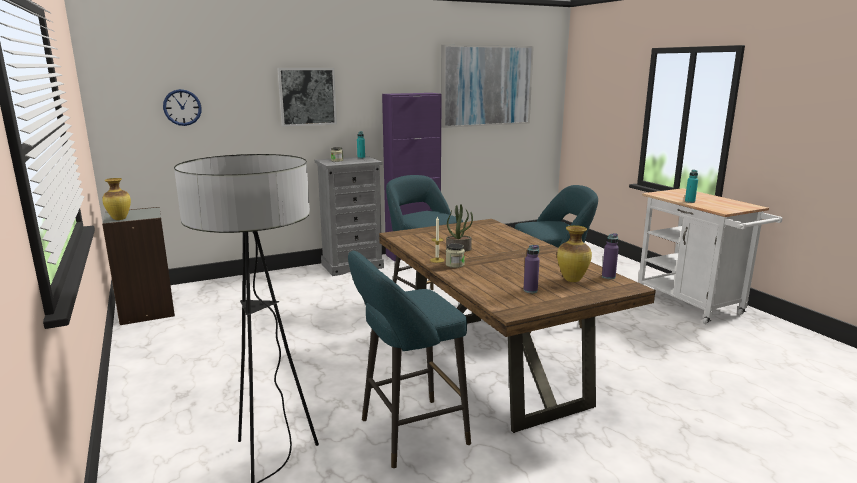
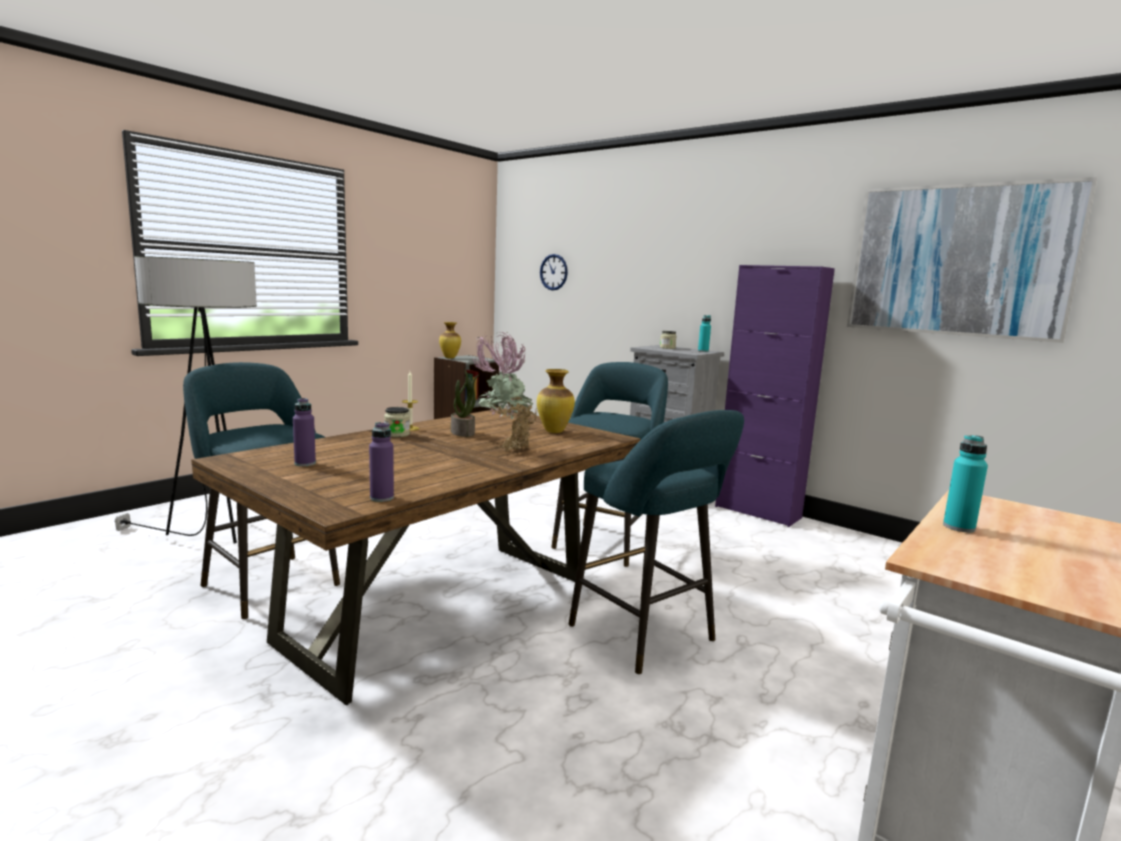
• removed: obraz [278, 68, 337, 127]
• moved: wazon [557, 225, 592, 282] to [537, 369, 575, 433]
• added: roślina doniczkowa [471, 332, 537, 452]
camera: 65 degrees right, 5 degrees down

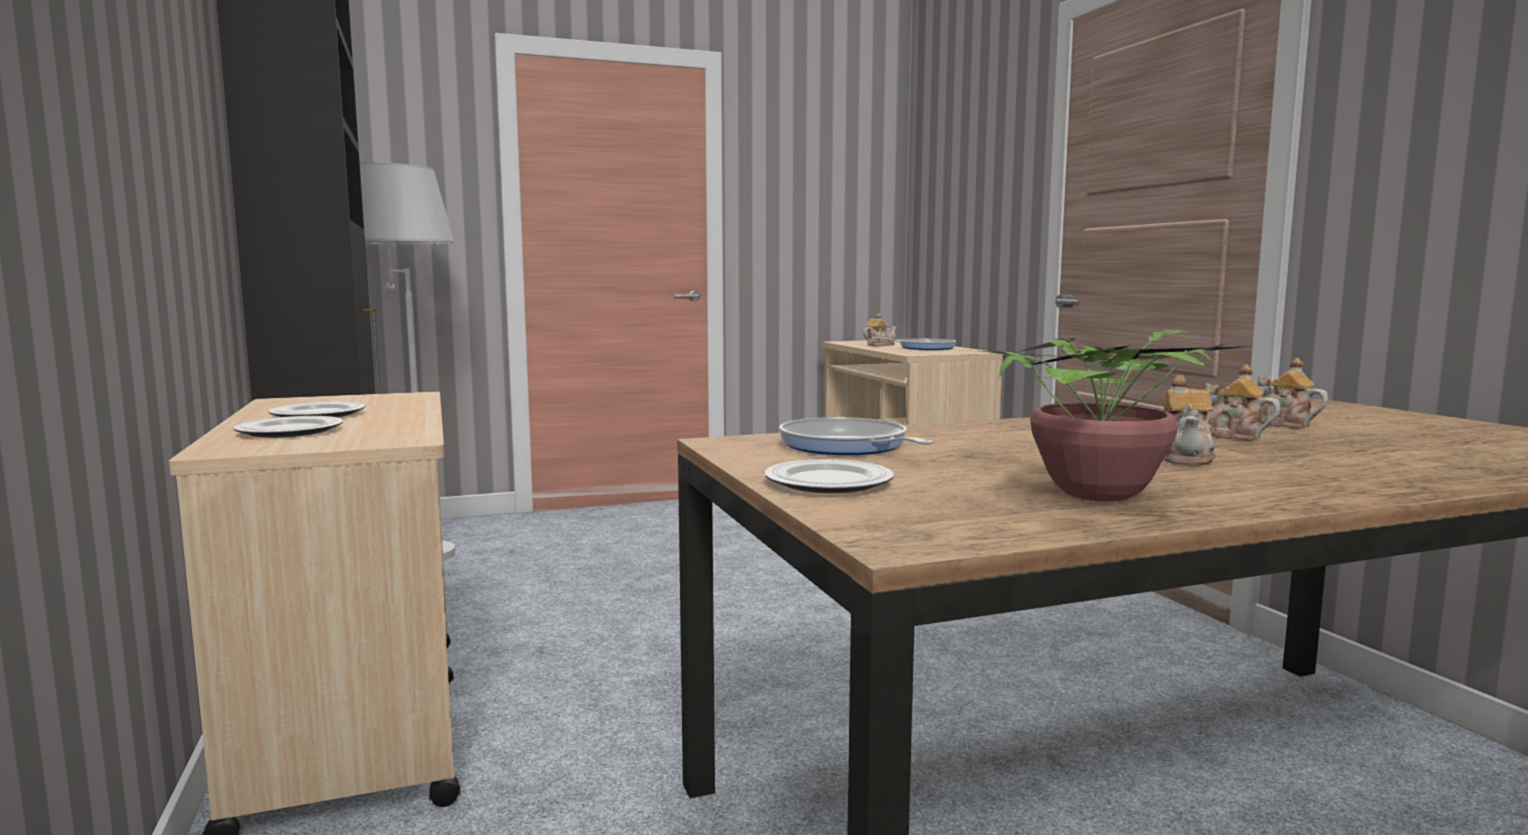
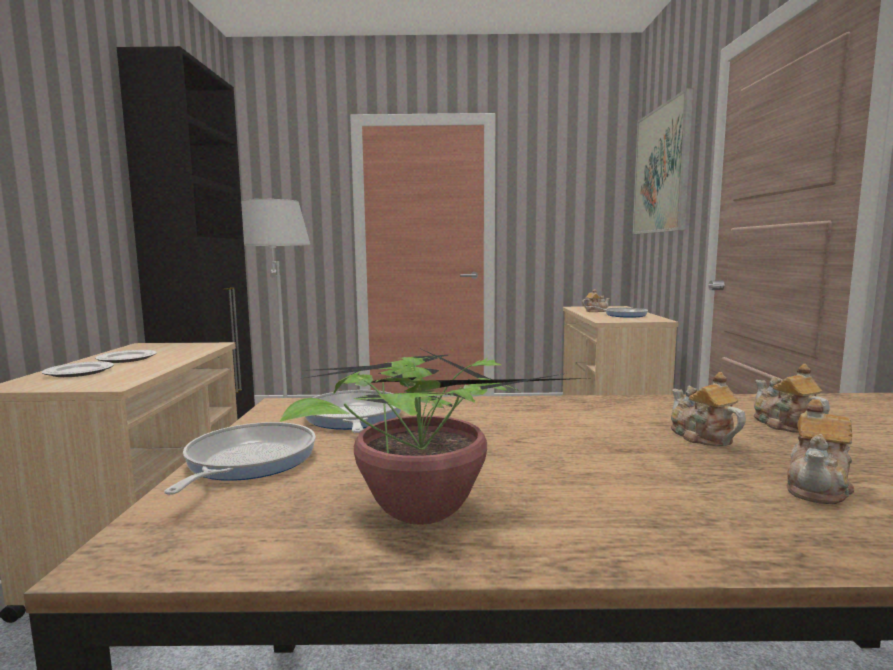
• moved: imbryk [1162, 375, 1216, 465] to [786, 399, 854, 504]
• replaced: talerz [764, 459, 894, 493] to patelnia [164, 422, 316, 495]
• added: obraz [633, 88, 694, 234]
camera: 20 degrees right, 0 degrees up

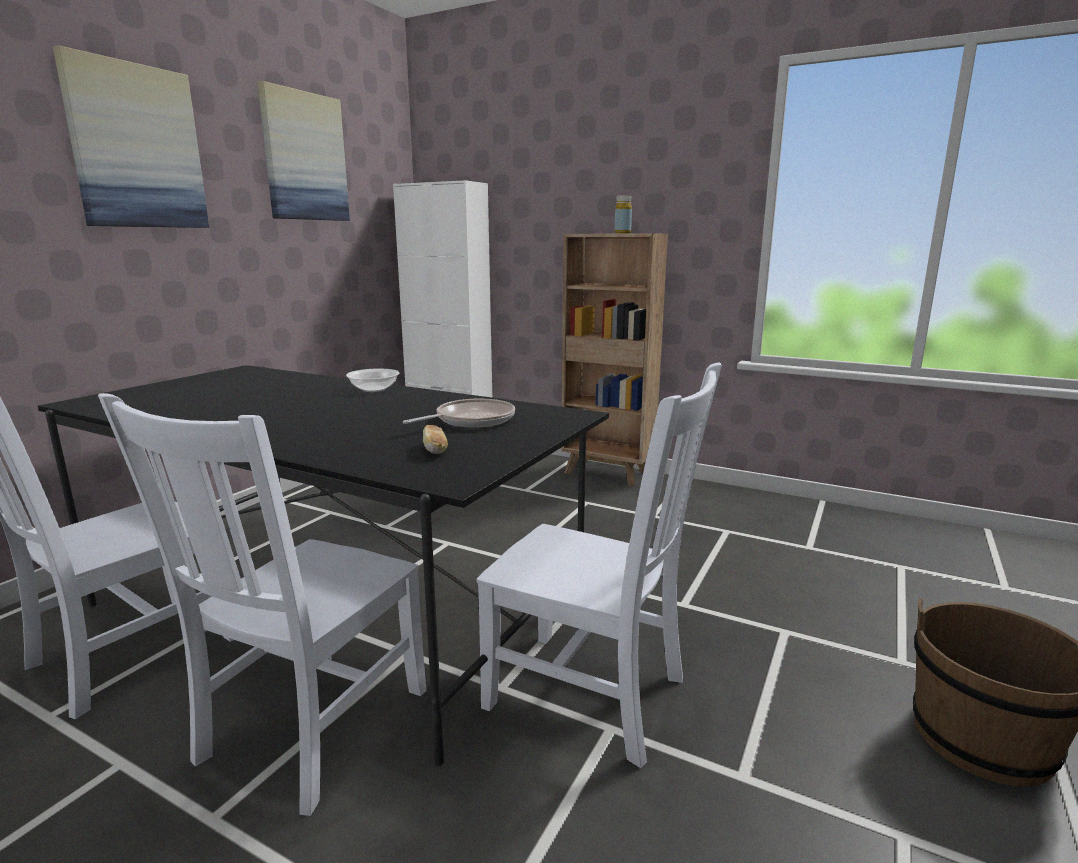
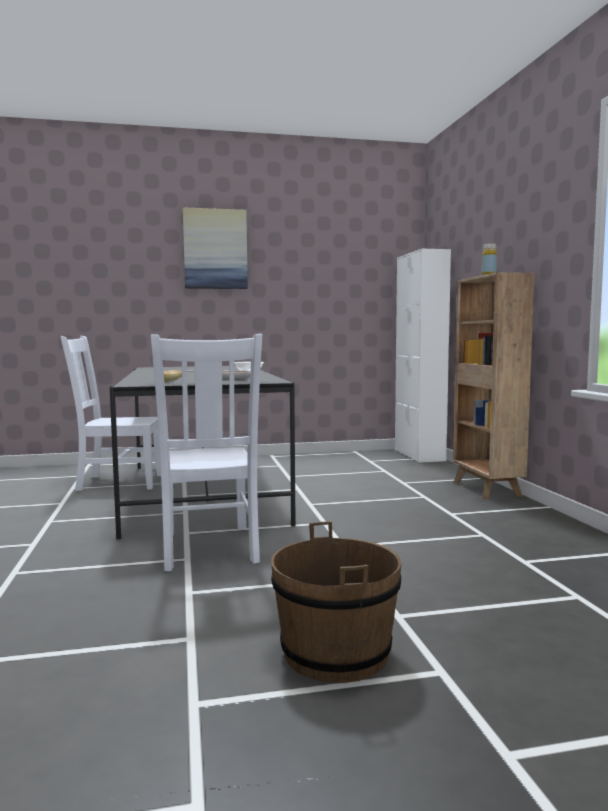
• removed: obraz [257, 81, 350, 221]
• removed: krzesło/biały [98, 393, 426, 816]
camera: 50 degrees right, 10 degrees down

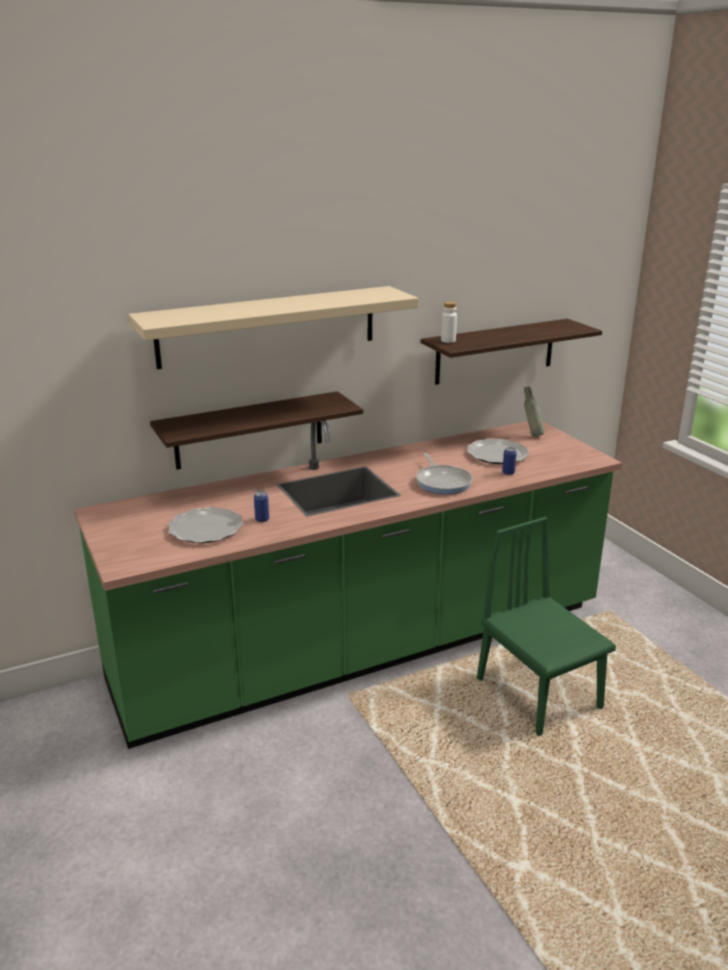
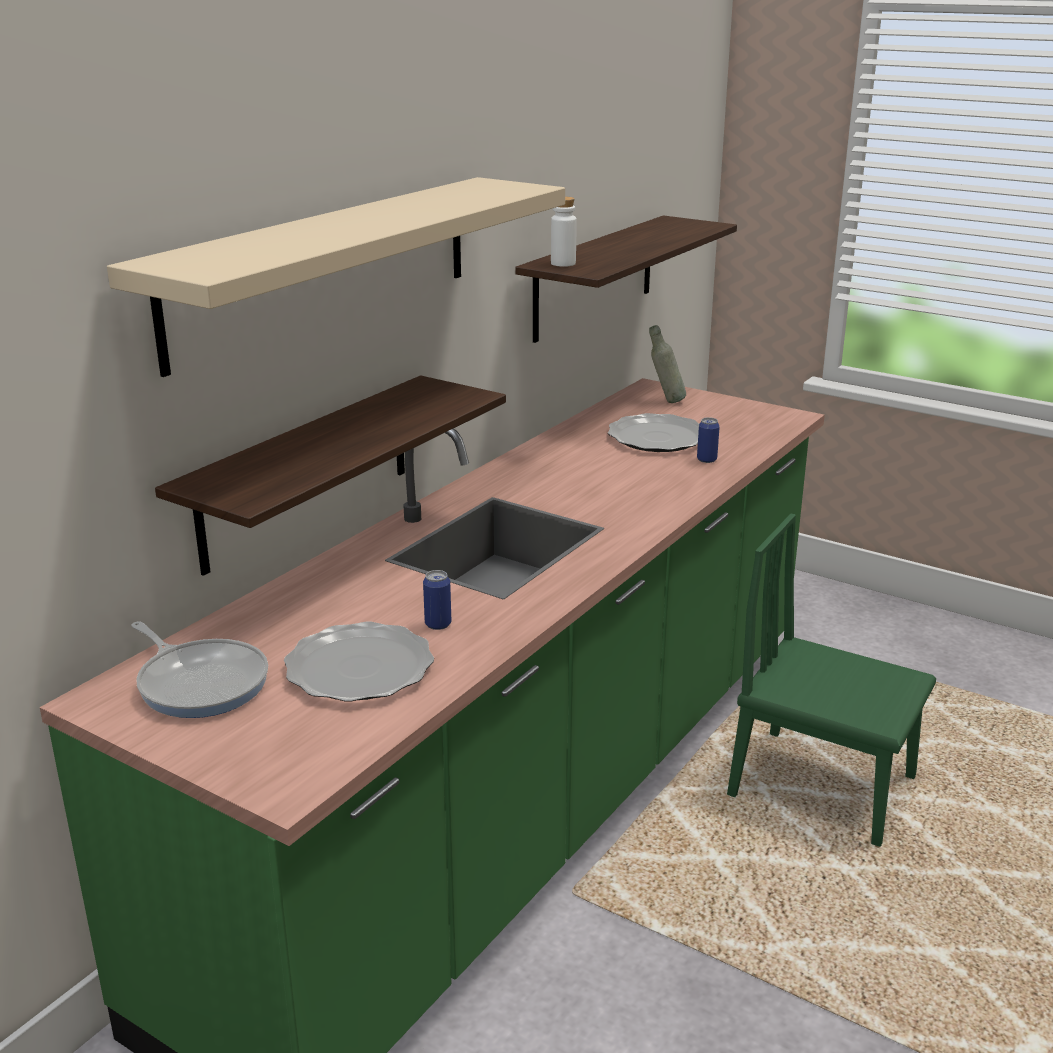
• moved: patelnia [416, 453, 473, 494] to [131, 621, 268, 718]
camera: 30 degrees left, 0 degrees up

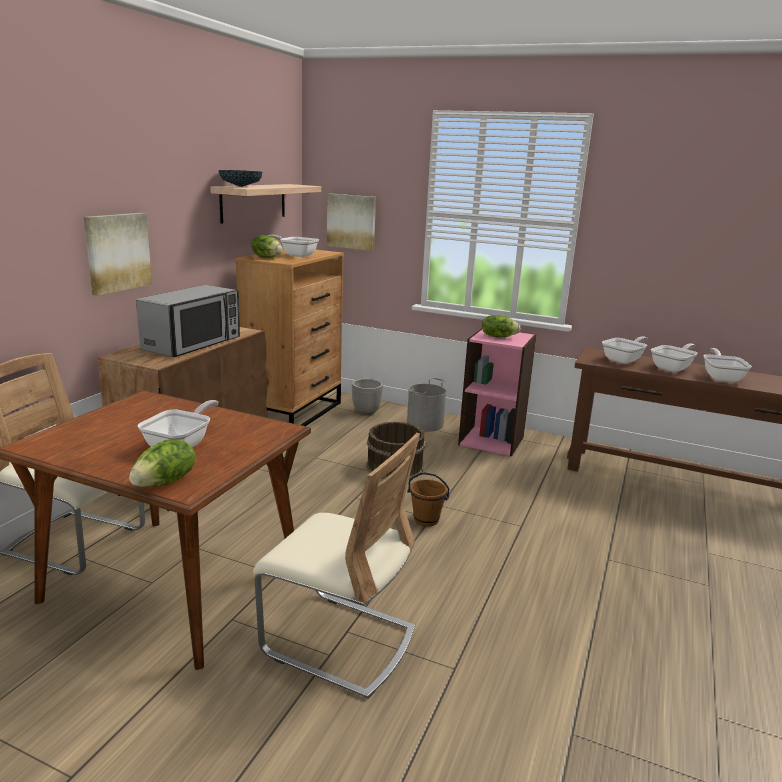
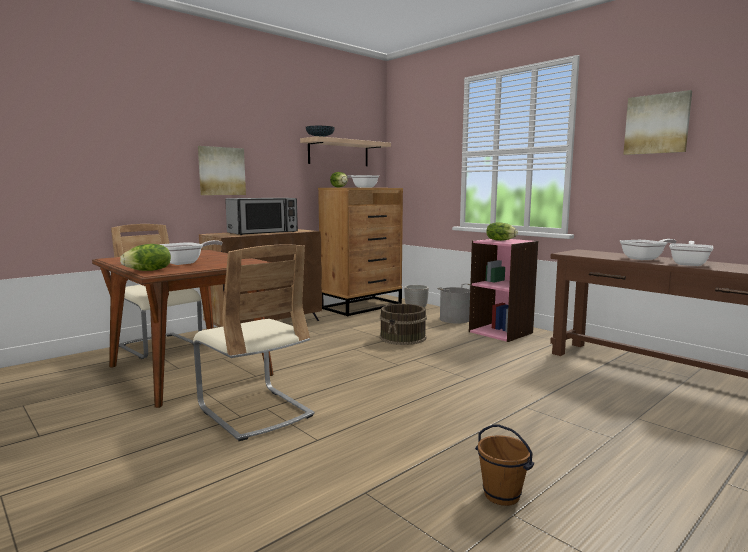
• moved: obraz [327, 193, 376, 251] to [623, 90, 692, 155]
• removed: patelnia [602, 336, 648, 364]
• moved: wiadro/brązowy [407, 473, 450, 527] to [475, 424, 534, 506]
camera: 25 degrees right, 10 degrees down

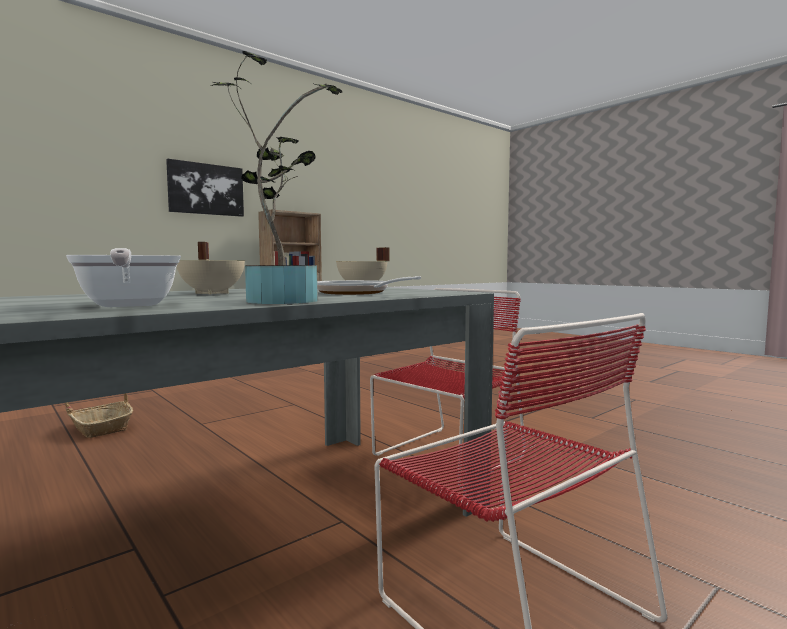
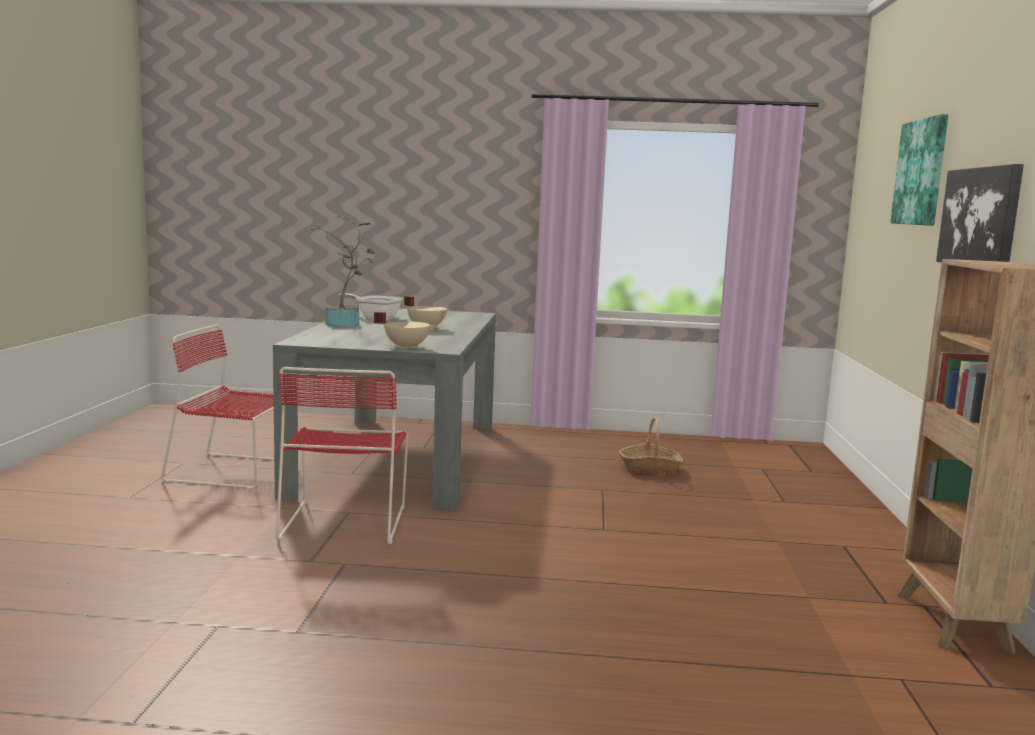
• removed: patelnia [317, 276, 421, 295]
• added: obraz [890, 114, 948, 226]
camera: 135 degrees right, 5 degrees up

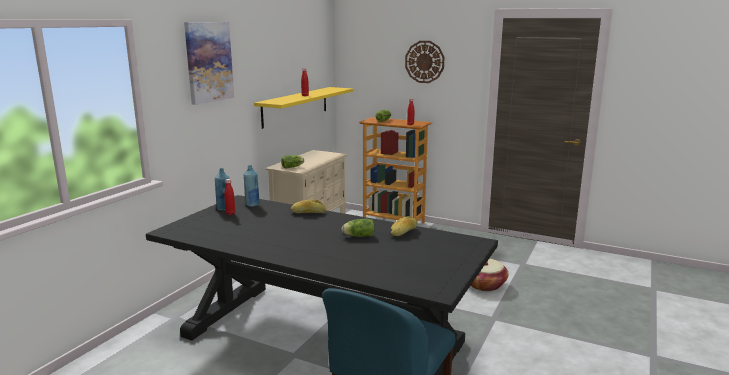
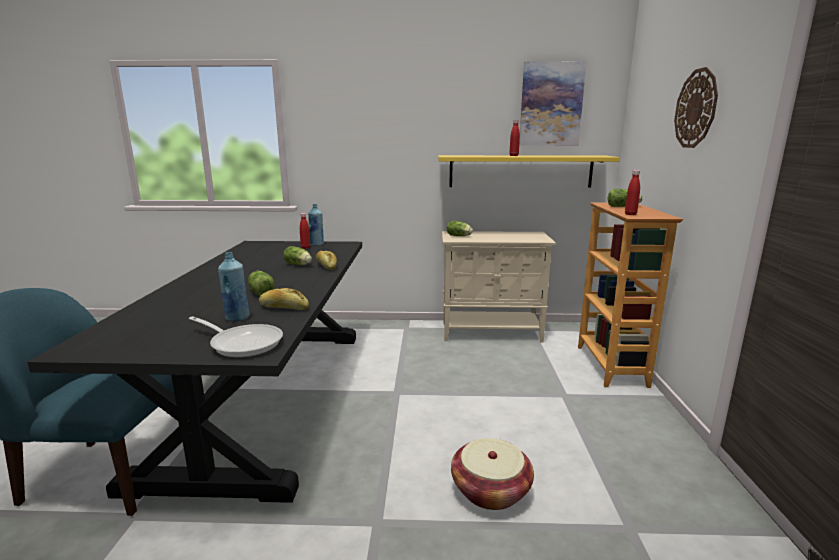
• moved: obraz [184, 22, 234, 105] to [519, 61, 586, 146]
• moved: butelka/niebieski [244, 165, 260, 207] to [218, 252, 250, 322]
• added: sałata [283, 246, 312, 265]
• added: patelnia [189, 316, 283, 358]
camera: 65 degrees right, 0 degrees up

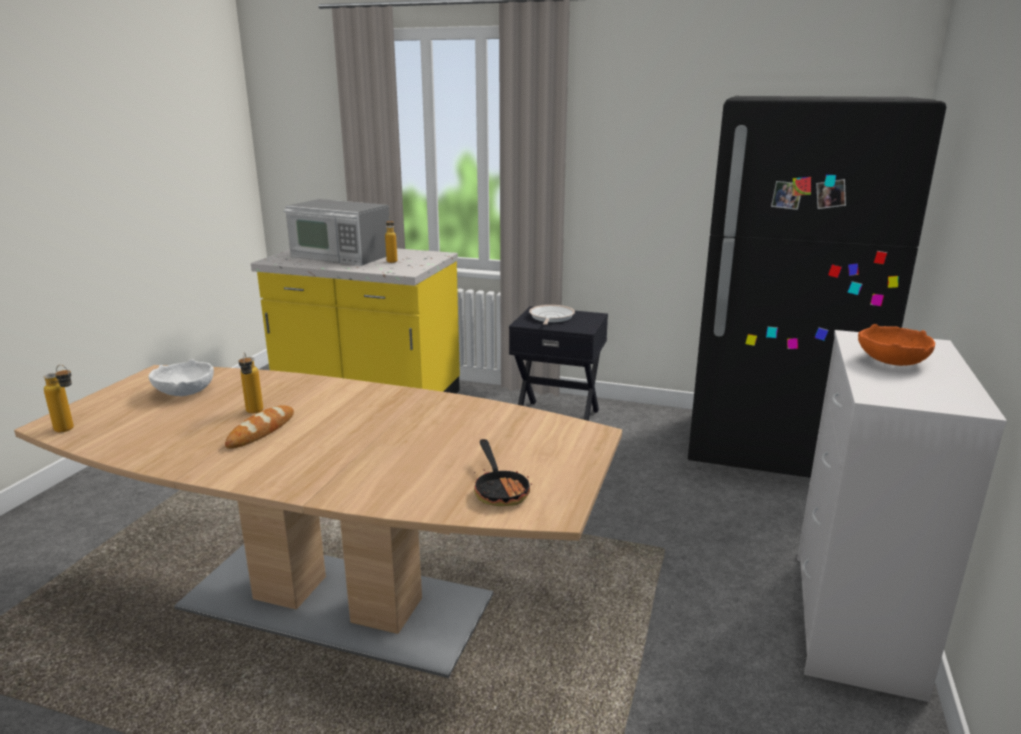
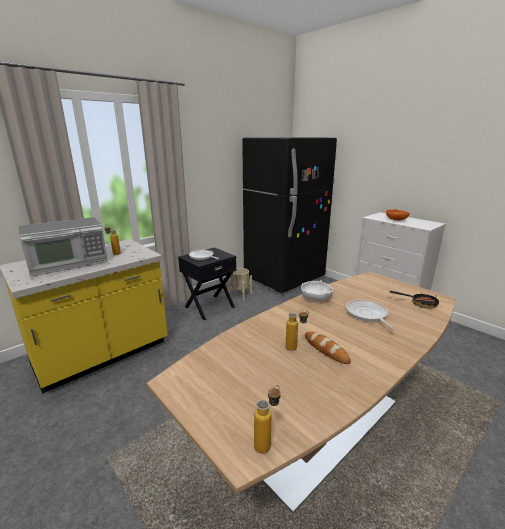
• moved: miska/biały [149, 359, 214, 396] to [301, 280, 334, 301]
• added: donica/beżowy [228, 268, 252, 300]
• added: patelnia [346, 299, 395, 330]
camera: 60 degrees left, 0 degrees up

